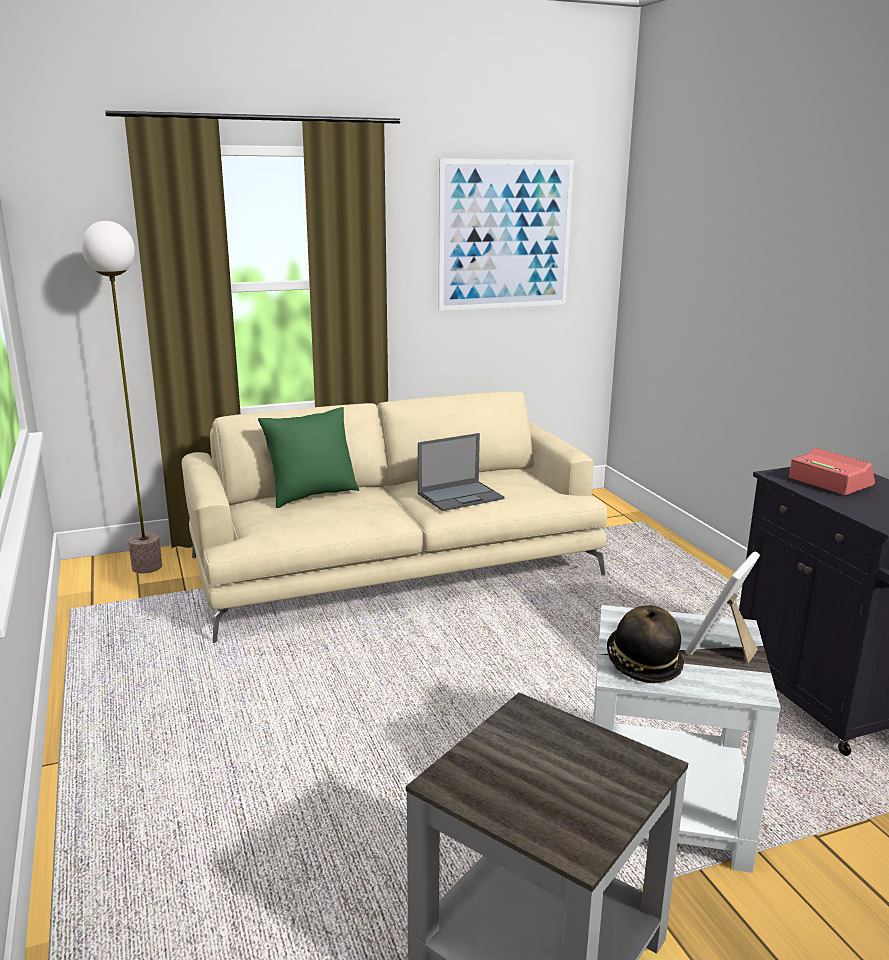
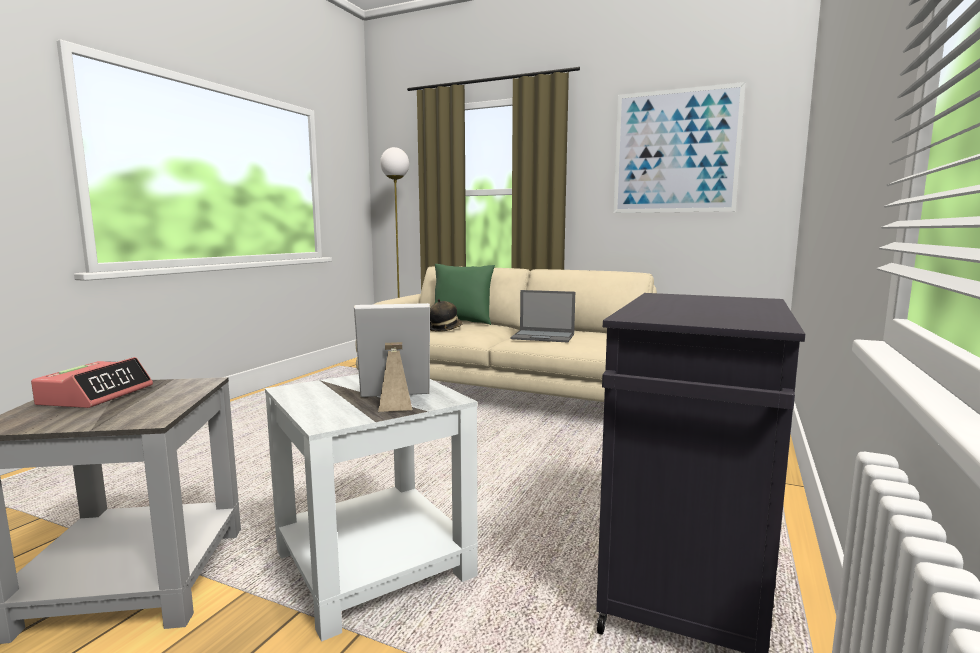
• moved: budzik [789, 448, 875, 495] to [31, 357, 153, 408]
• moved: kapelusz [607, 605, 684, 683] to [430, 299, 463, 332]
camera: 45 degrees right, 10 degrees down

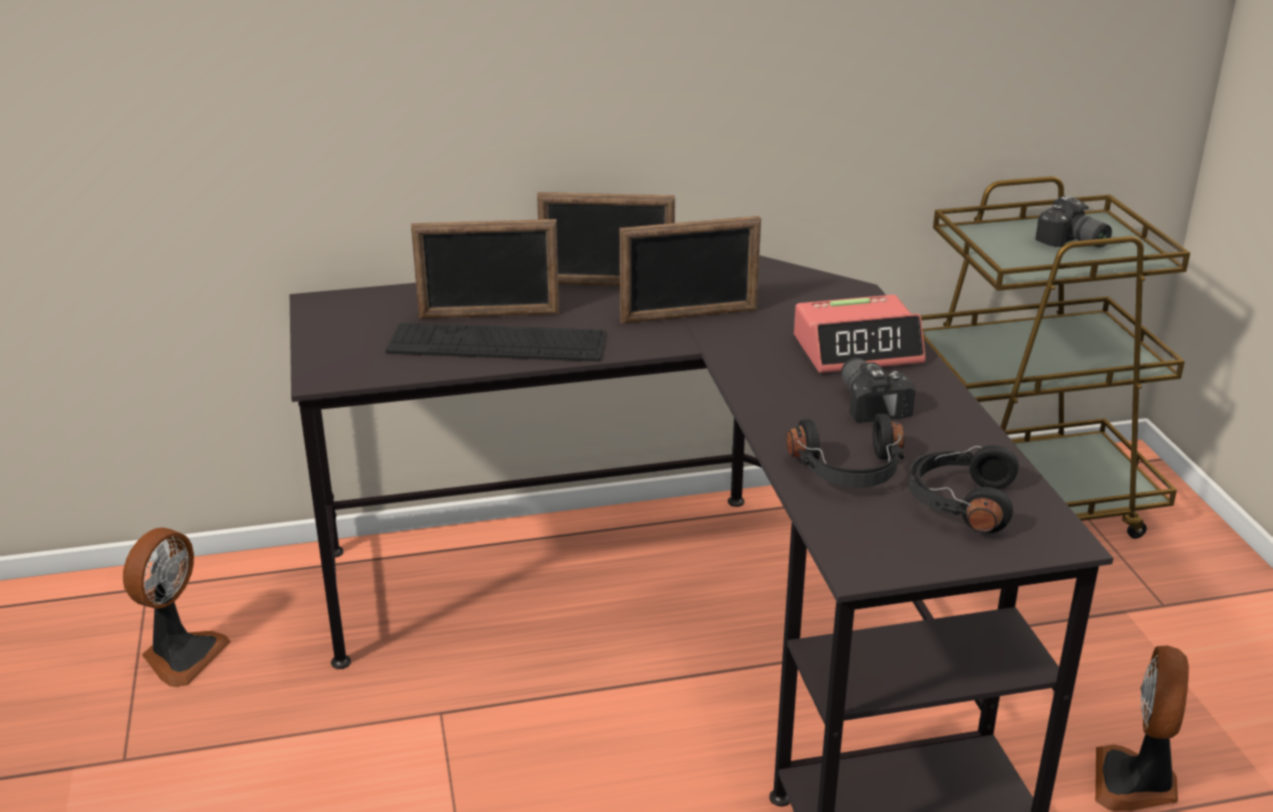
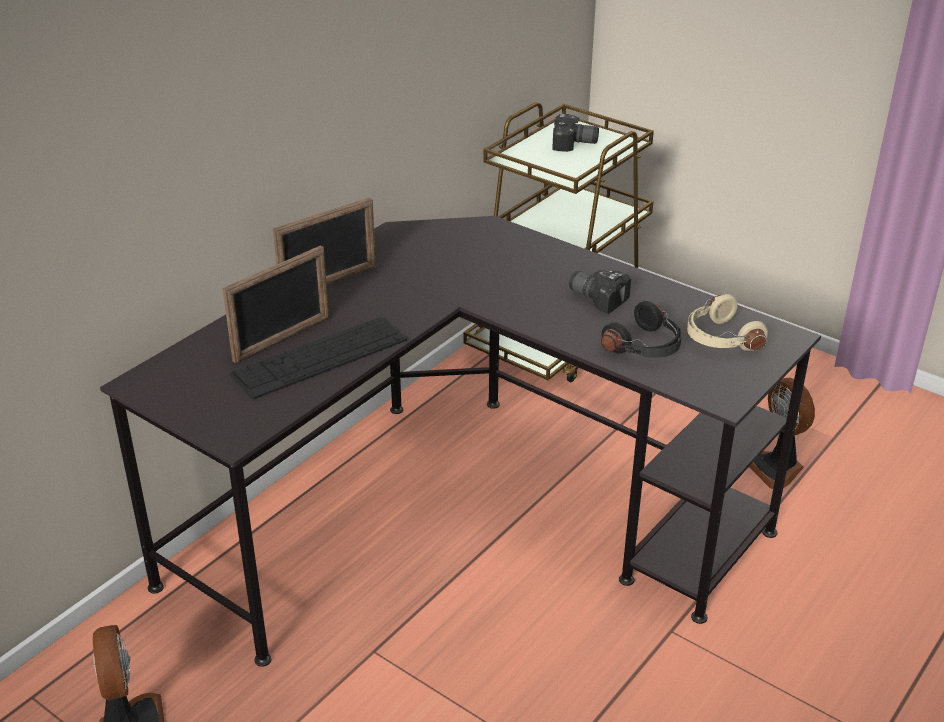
• removed: ramka na zdjęcie [620, 216, 761, 324]
• removed: budzik [794, 295, 926, 373]
• recoloured: słuchawki/czarny [909, 445, 1019, 533] to słuchawki/beżowy [687, 294, 768, 351]
camera: 40 degrees left, 5 degrees up

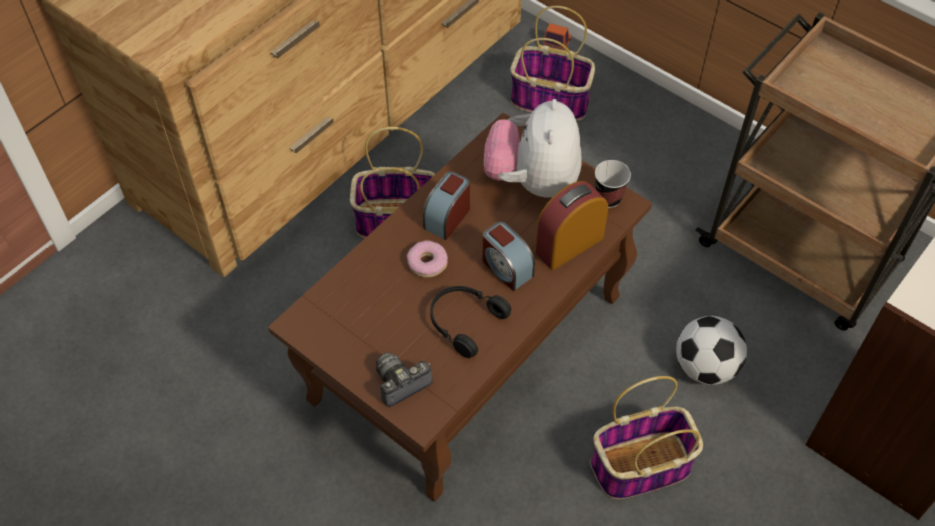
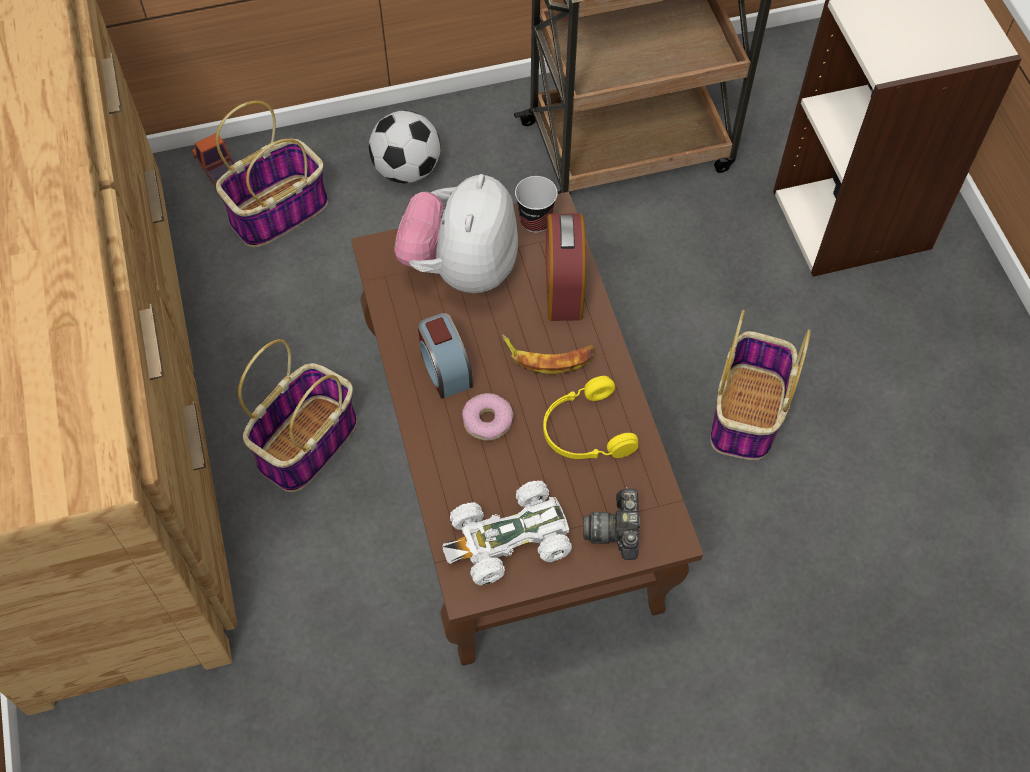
• turned: pluszak [484, 99, 581, 197] = [394, 174, 518, 293] 60 degrees clockwise
• replaced: budzik [482, 221, 535, 291] to banan [502, 334, 594, 374]
• recoloured: słuchawki/czarny [430, 286, 511, 358] to słuchawki/żółty [543, 376, 639, 459]
• moved: piłka futbolowa [676, 316, 747, 385] to [369, 110, 441, 184]
• added: samochodzik/biały [443, 481, 572, 585]
camera: 55 degrees left, 5 degrees up

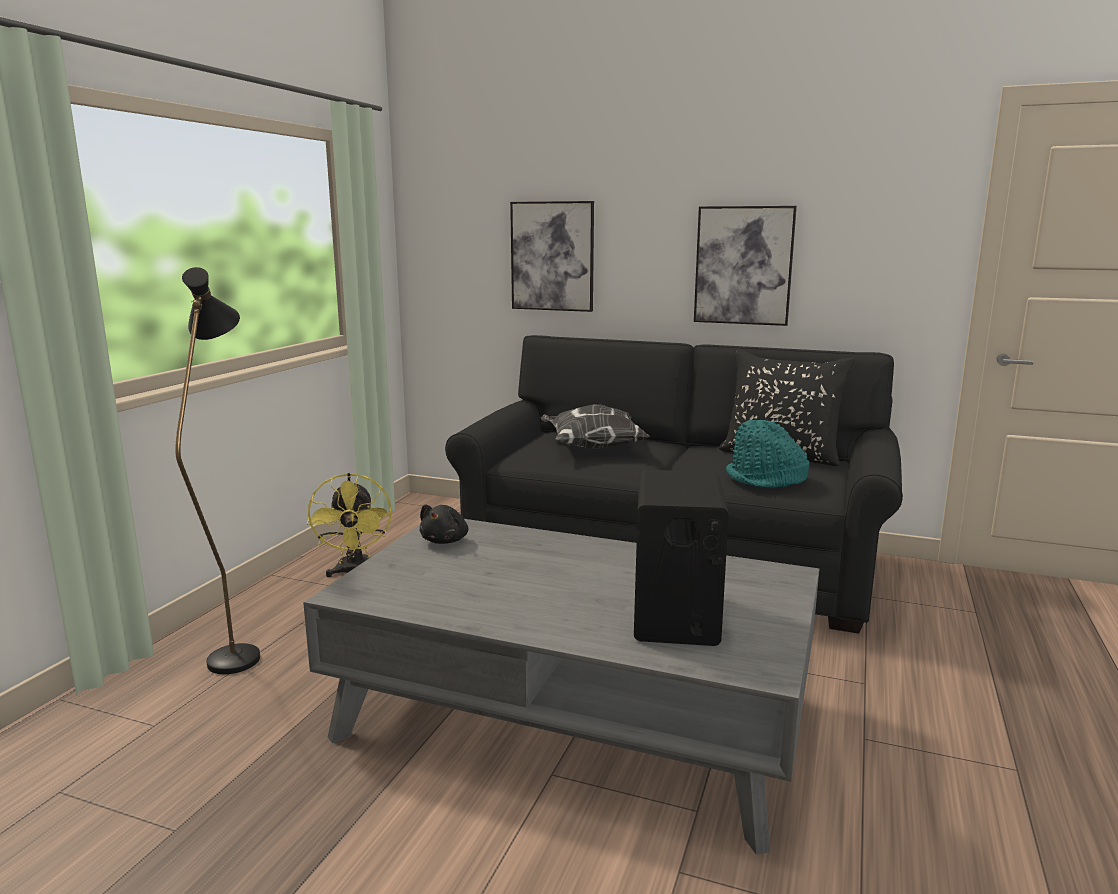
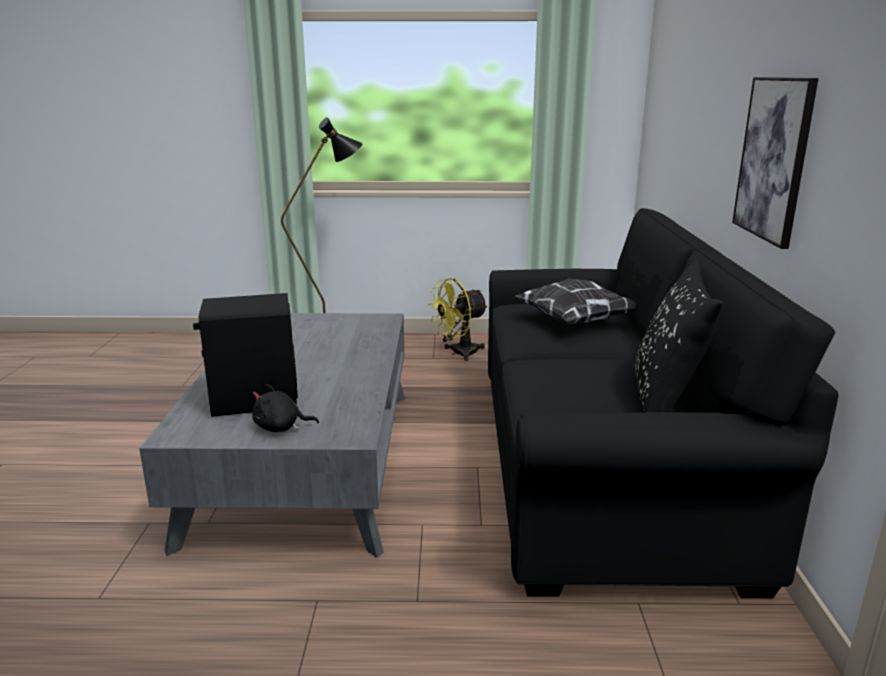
• removed: obraz [510, 201, 594, 312]
• removed: kapelusz/turkusowy [726, 420, 810, 488]
• moved: pluszak/czarny [420, 504, 468, 544] to [252, 384, 319, 432]
camera: 70 degrees right, 5 degrees up

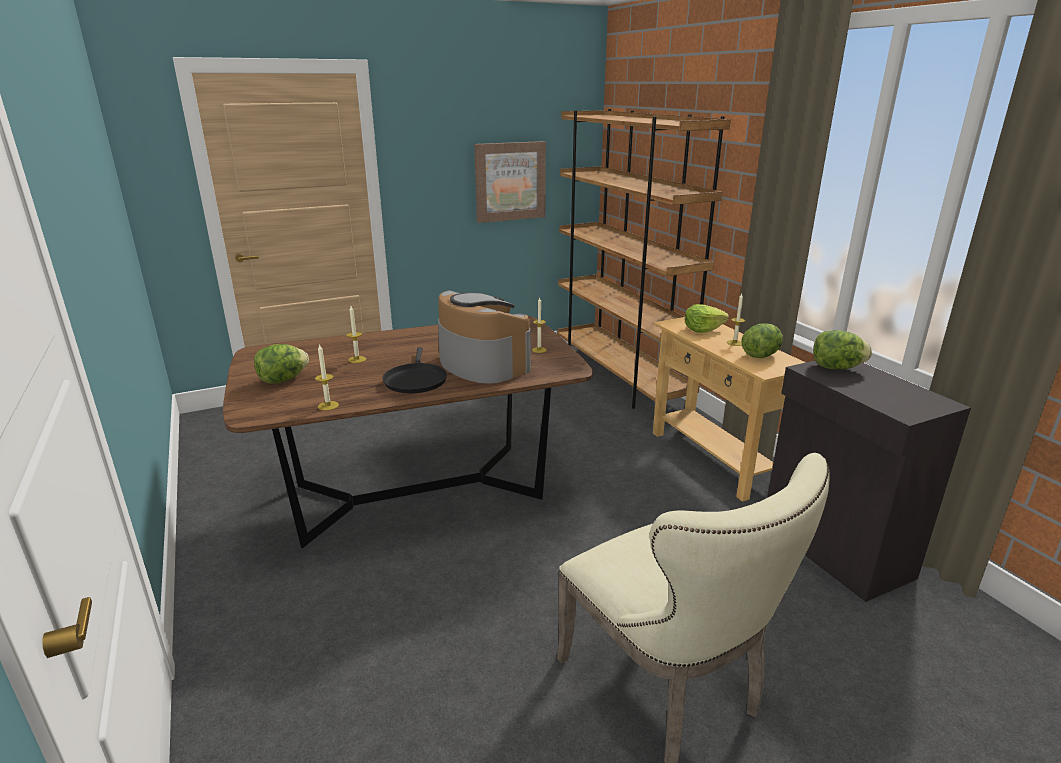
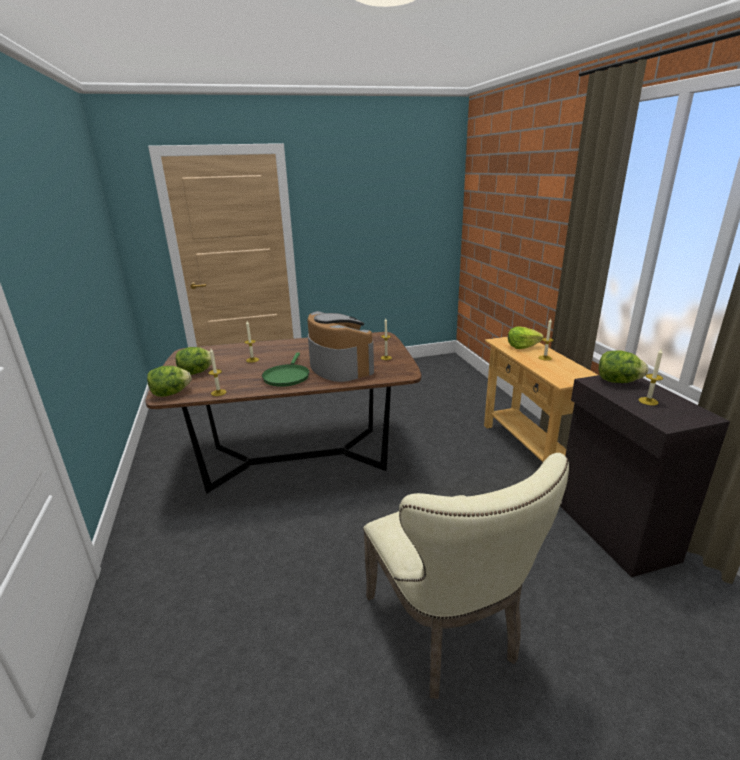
• removed: regał/brązowy [557, 109, 731, 409]
• removed: obraz [474, 141, 546, 223]
• moved: sałata [742, 323, 783, 358] to [147, 366, 191, 397]
• recoloured: patelnia/czarny [382, 347, 447, 393] to patelnia/zielony [262, 353, 309, 387]
• added: świeca [639, 348, 663, 406]
camera: 10 degrees right, 0 degrees up

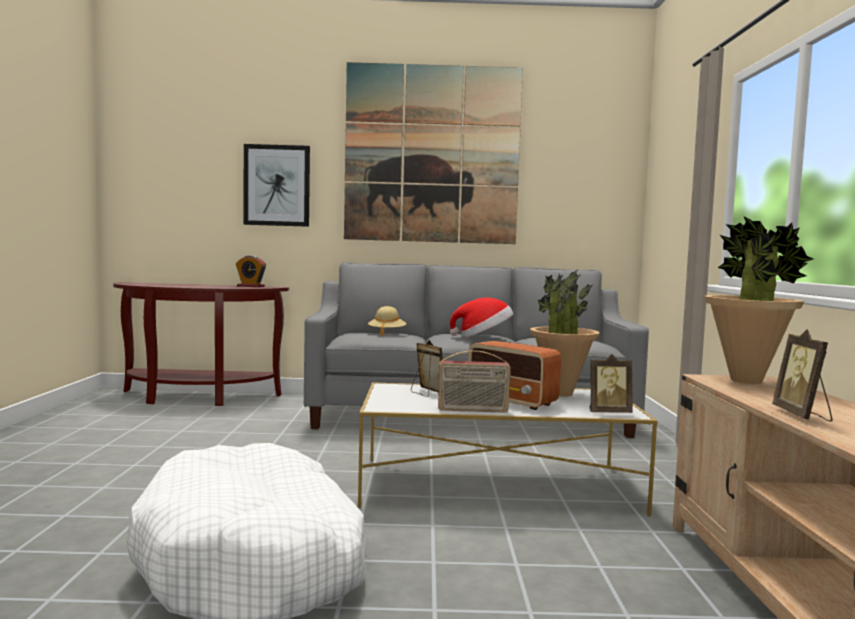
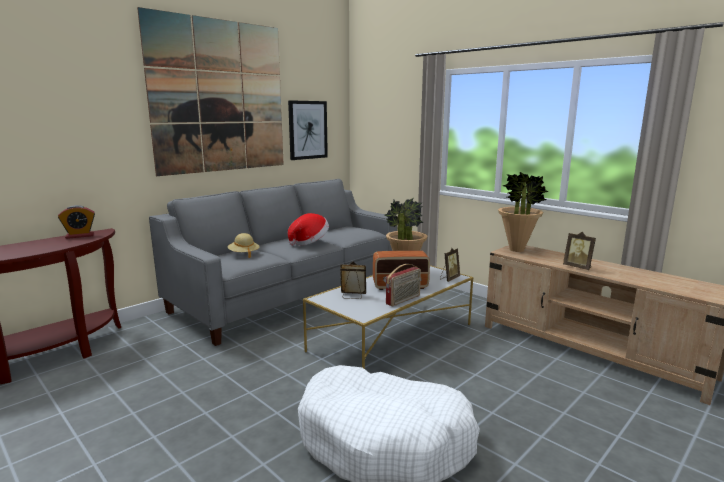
• moved: obraz [244, 144, 310, 227] to [288, 100, 328, 160]
camera: 45 degrees left, 10 degrees up

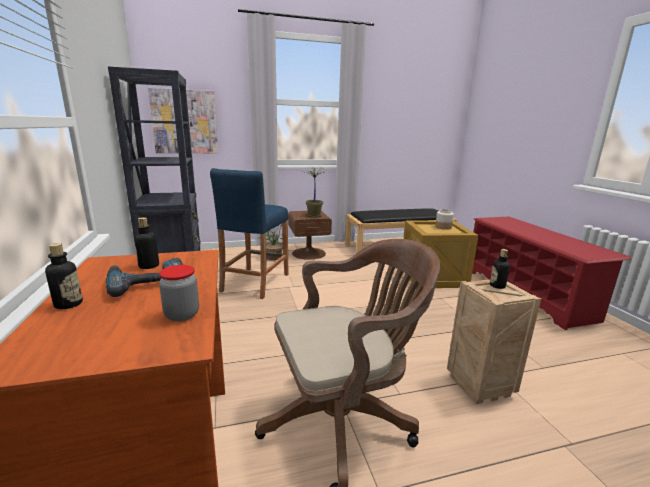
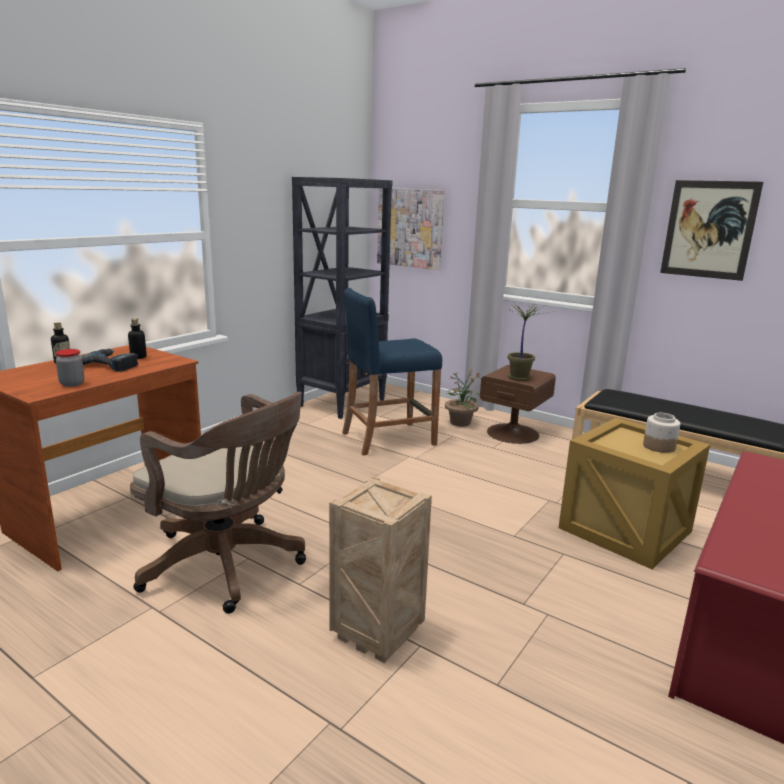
• removed: butelka [490, 249, 510, 289]
• added: obraz [660, 180, 763, 281]
camera: 50 degrees right, 0 degrees up

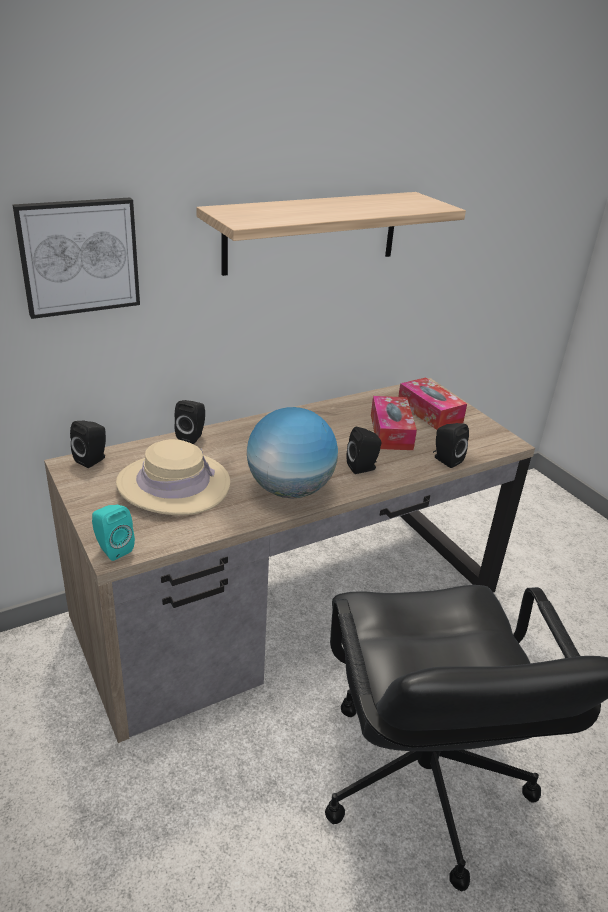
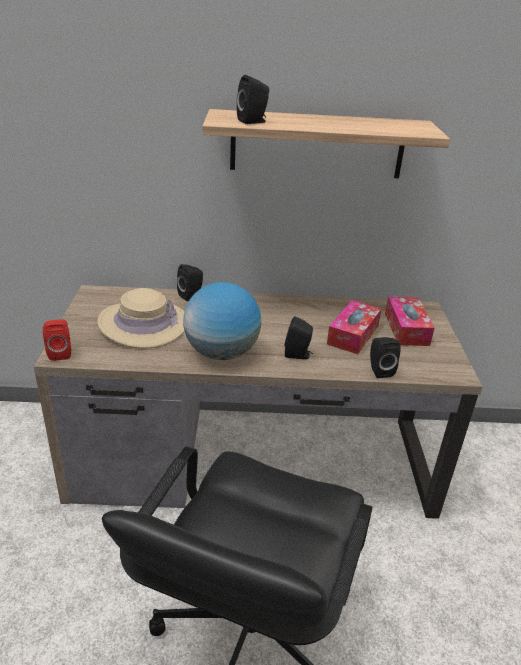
• removed: obraz [13, 198, 140, 319]
• moved: głośnik/czarny [70, 421, 106, 468] to [237, 75, 269, 124]
• recoloured: głośnik/turkusowy [92, 505, 135, 561] to głośnik/czerwony [43, 319, 71, 361]
camera: 30 degrees right, 0 degrees up

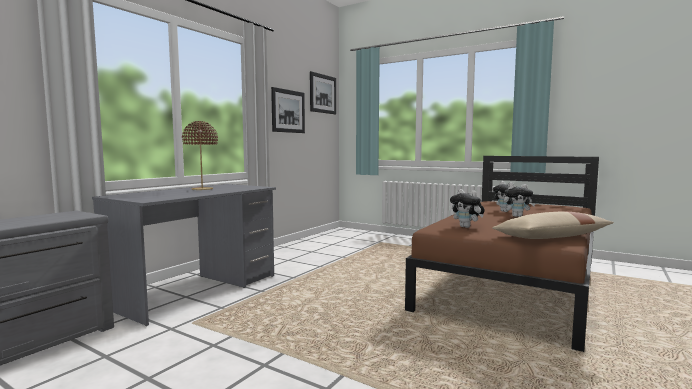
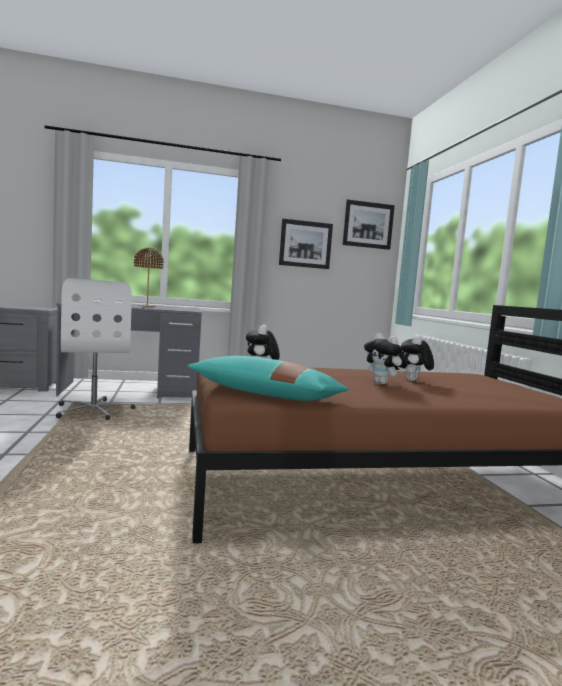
• recoloured: poduszka/beżowy [492, 211, 614, 239] to poduszka/turkusowy [187, 356, 349, 401]
• added: krzesło biurowe/biały [56, 278, 135, 420]
camera: 45 degrees right, 0 degrees up

